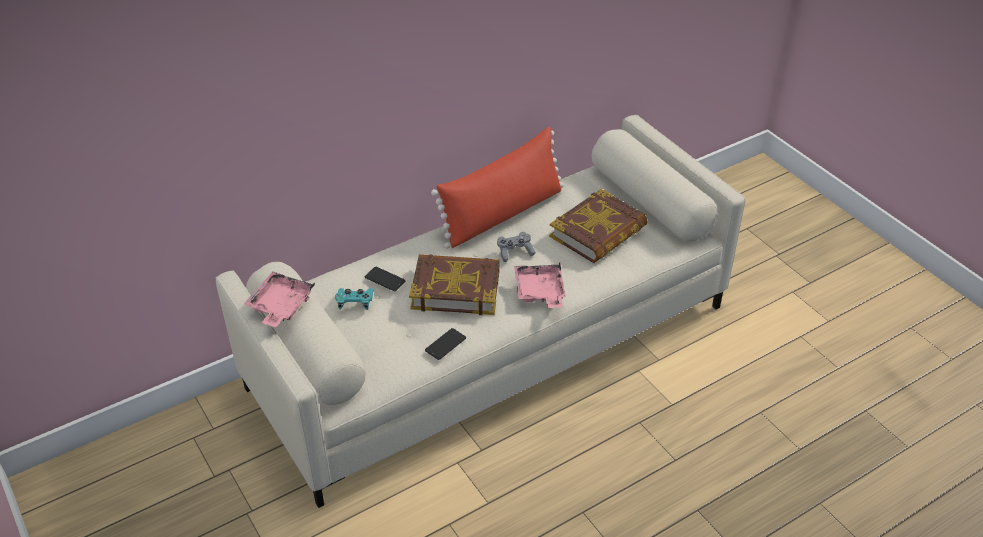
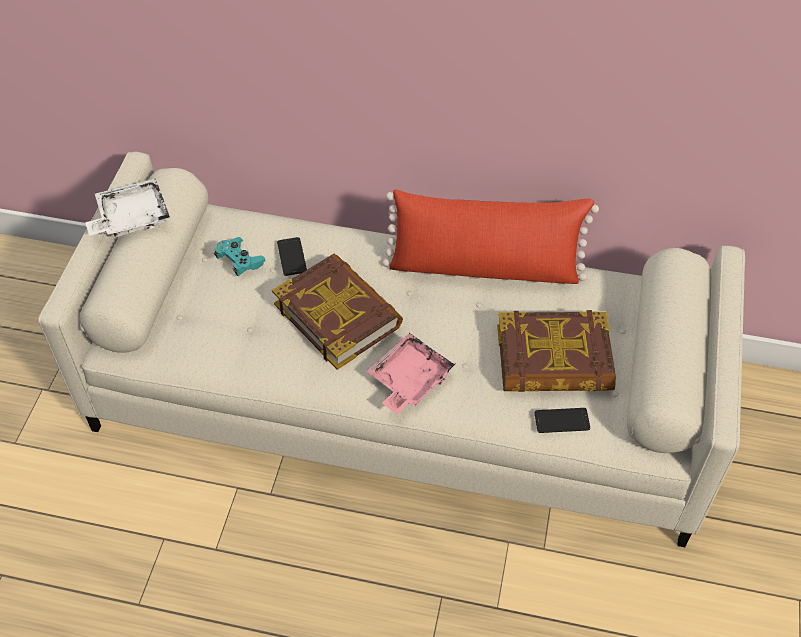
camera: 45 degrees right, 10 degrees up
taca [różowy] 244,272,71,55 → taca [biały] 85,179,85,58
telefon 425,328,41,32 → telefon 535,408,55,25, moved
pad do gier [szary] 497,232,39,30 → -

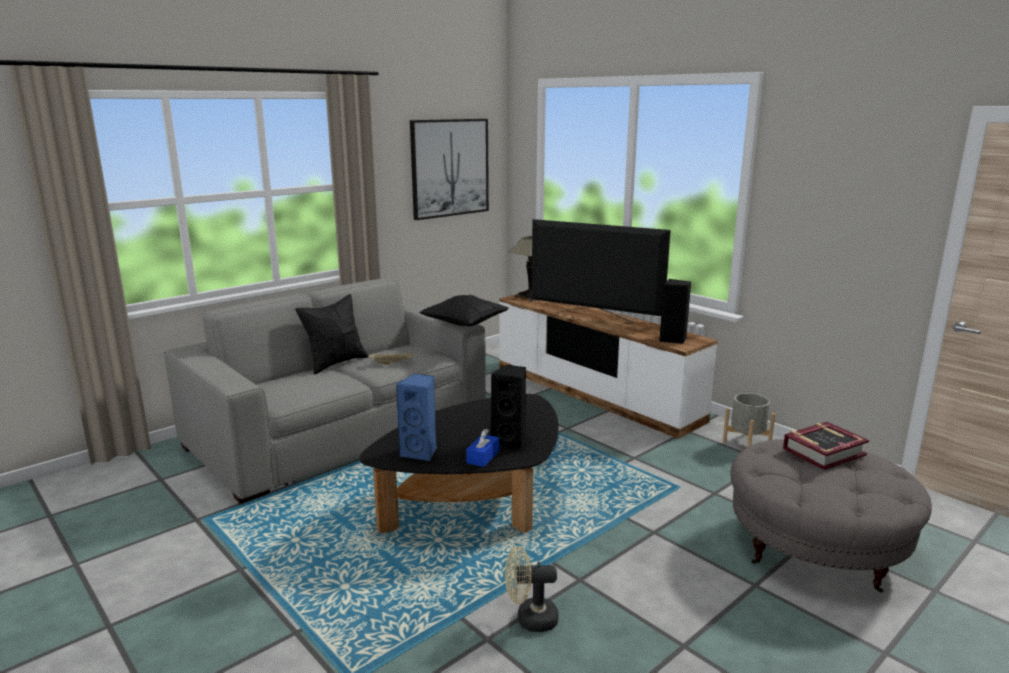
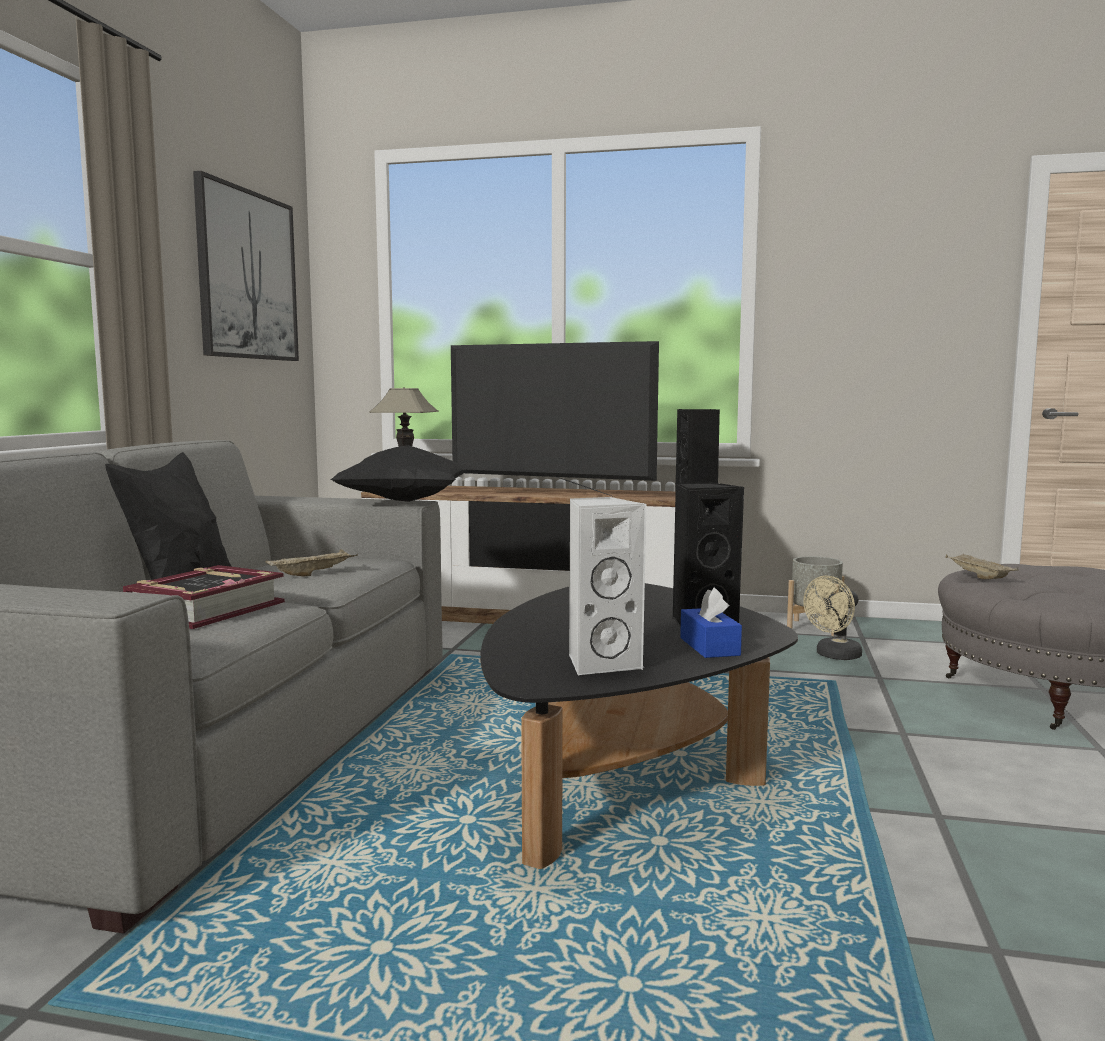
camera: 35 degrees left, 10 degrees down
głośnik [niebieski] 396,373,40,88 → głośnik [biały] 569,497,78,178
wentylator [beżowy] 505,546,54,86 → wentylator [beżowy] 803,575,59,85, moved
telewizor 531,219,140,105 → telewizor 451,341,208,156, 150 degrees counterclockwise
książka 783,422,86,48 → książka 123,565,162,64, moved
- → taca [beżowy] 945,553,74,26

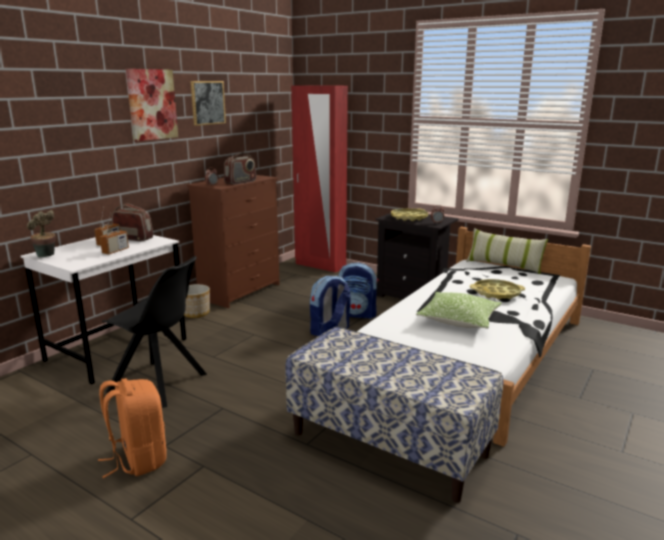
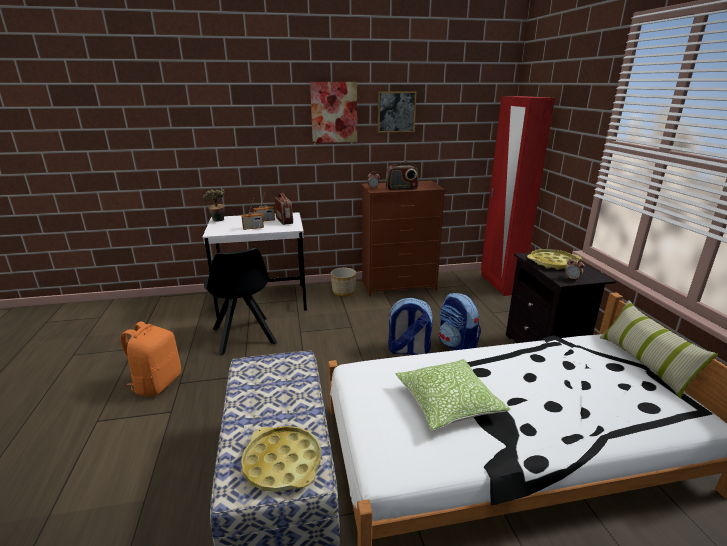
camera: 45 degrees right, 5 degrees up
taca [żółty] 470,279,55,21 → taca [żółty] 241,426,80,66, moved

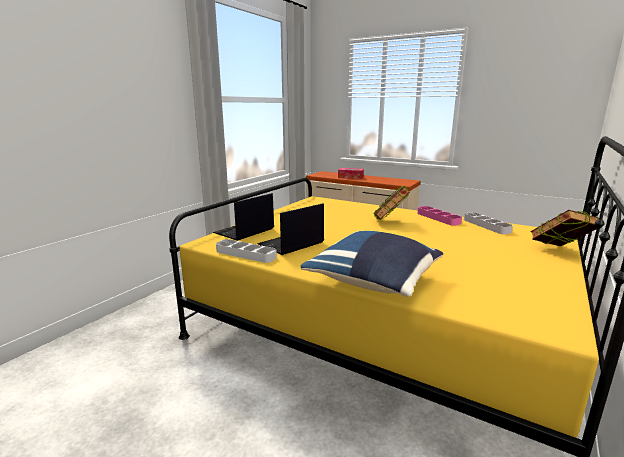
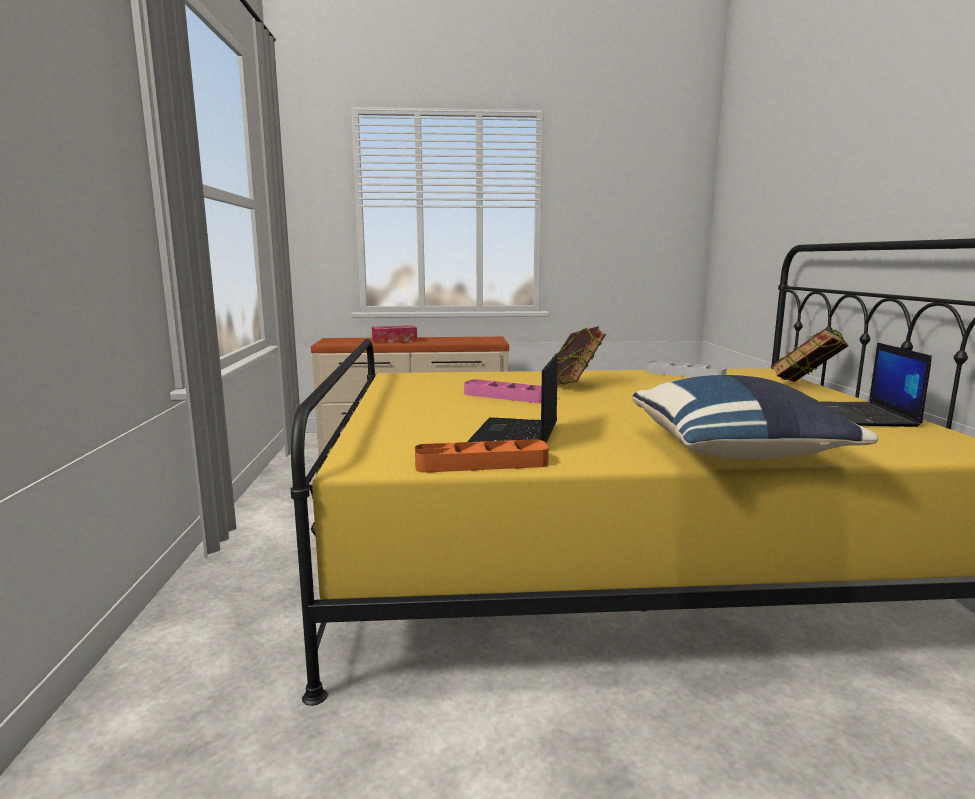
camera: 35 degrees left, 5 degrees down
laptop 213,193,61,48 → laptop 819,342,113,85, moved
taca [szary] 216,239,61,24 → taca [pomarańczowy] 415,439,134,34
taca [różowy] 417,206,45,20 → taca [różowy] 464,379,78,24, moved

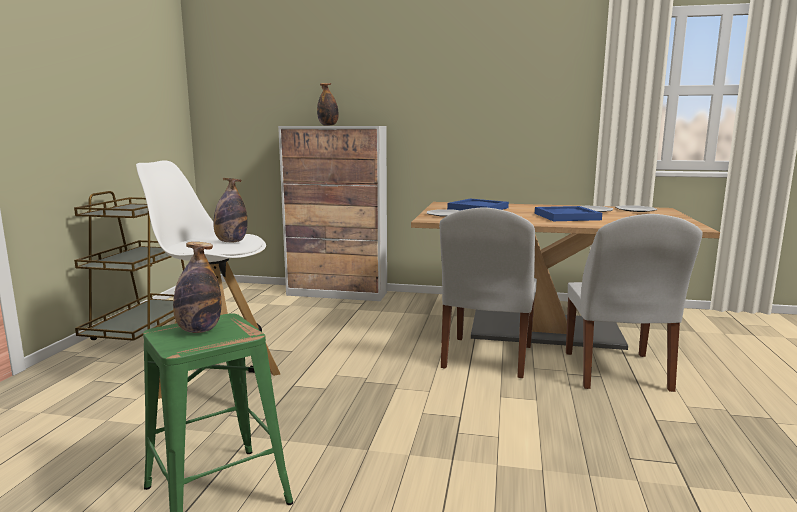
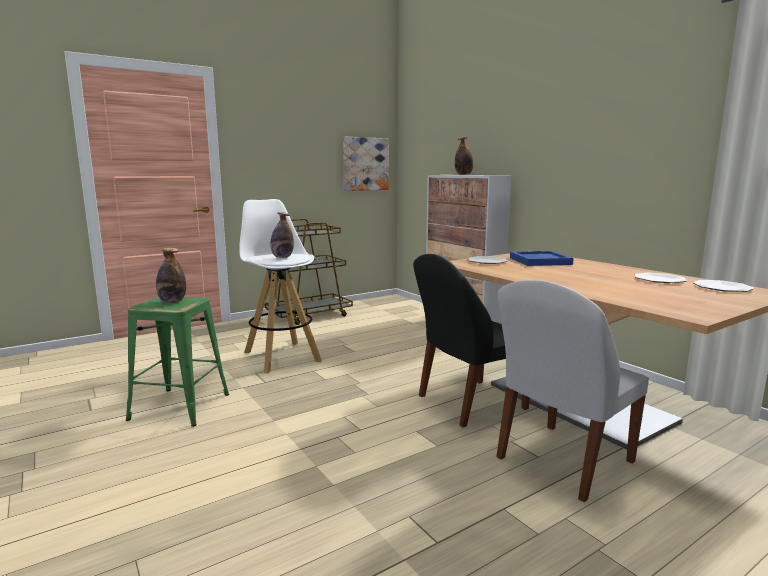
camera: 45 degrees right, 0 degrees up
krzesło [biały] 439,207,98,171 → krzesło [czarny] 413,254,117,173
taca [niebieski] 535,206,67,15 → -
- → obraz 343,137,46,54

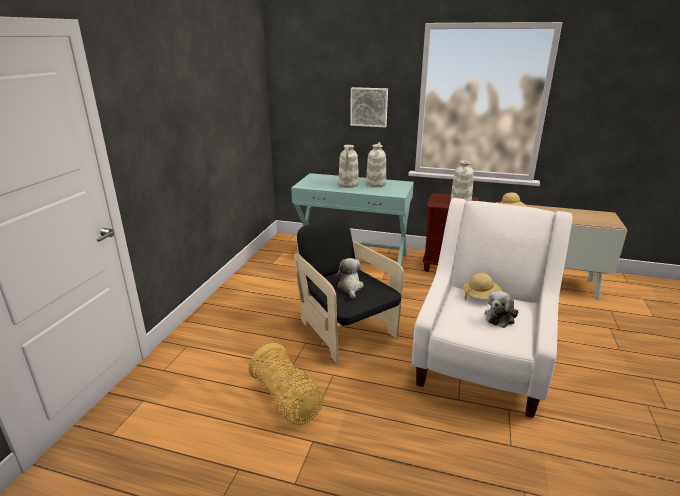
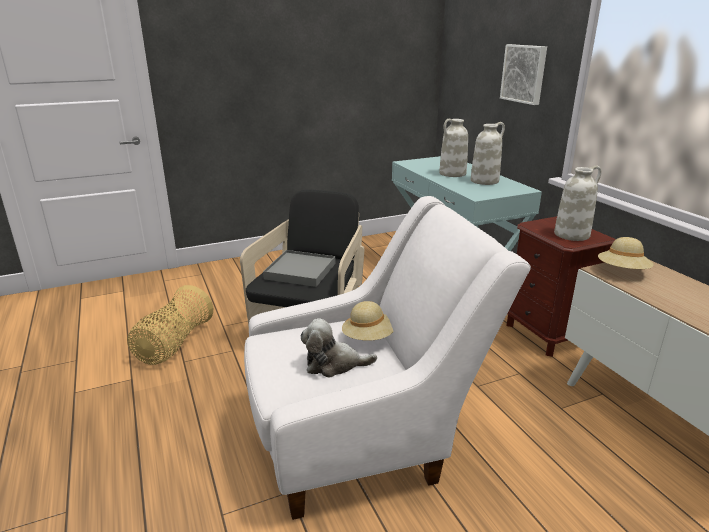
camera: 50 degrees right, 0 degrees up
pluszak 336,258,28,40 → taca [szary] 263,250,72,37

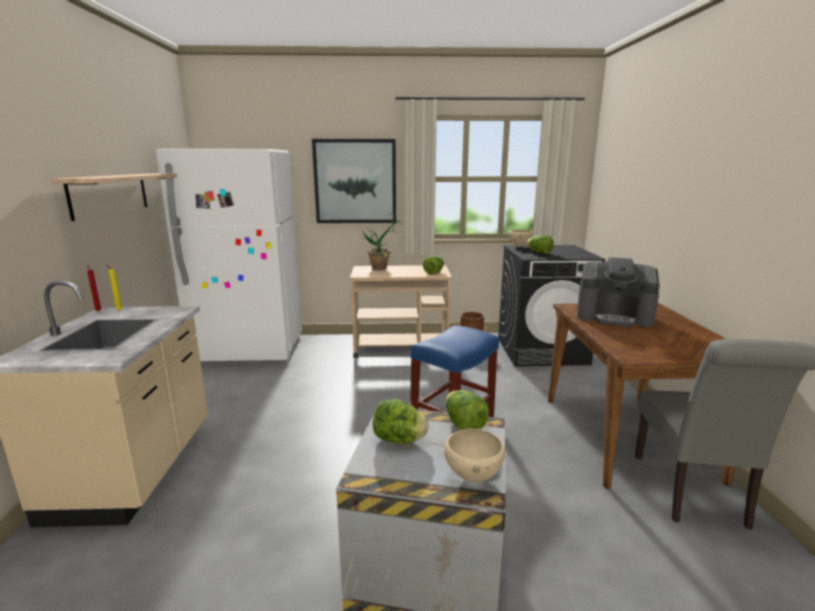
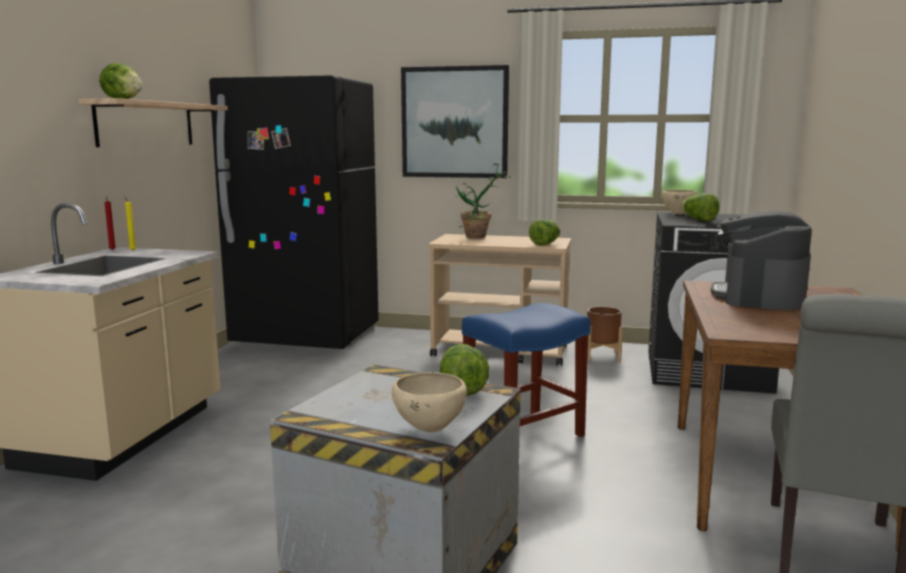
camera: 15 degrees right, 5 degrees down
lodówka [biały] 156,149,146,212 → lodówka [czarny] 209,75,170,274
sałata 373,399,56,45 → sałata 99,63,44,36, moved
ekspres do kawy 577,257,83,70 → ekspres do kawy 711,211,101,99, 75 degrees clockwise

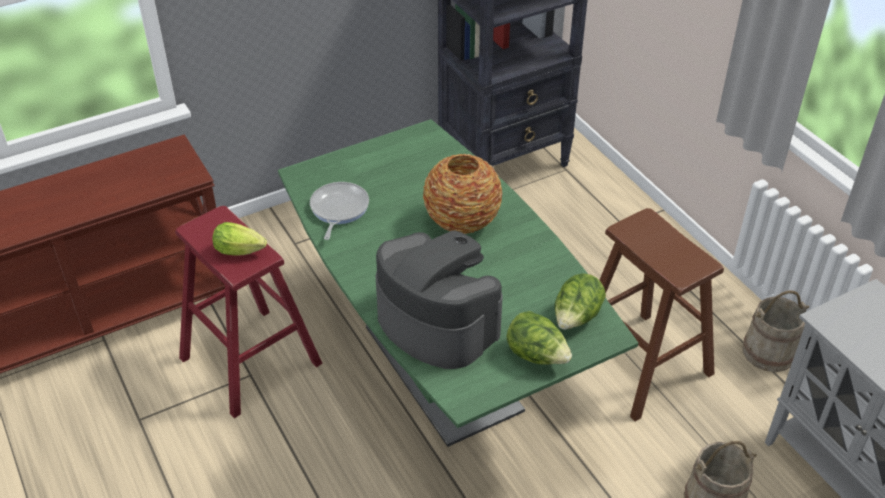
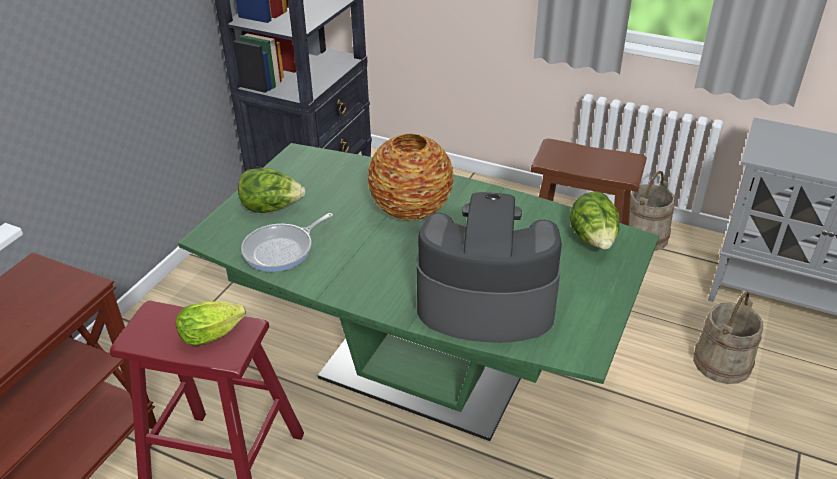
camera: 35 degrees left, 5 degrees down
patelnia 310,182,59,58 → patelnia 241,213,92,59, 105 degrees counterclockwise
sałata 506,311,66,54 → sałata 238,168,68,45, moved

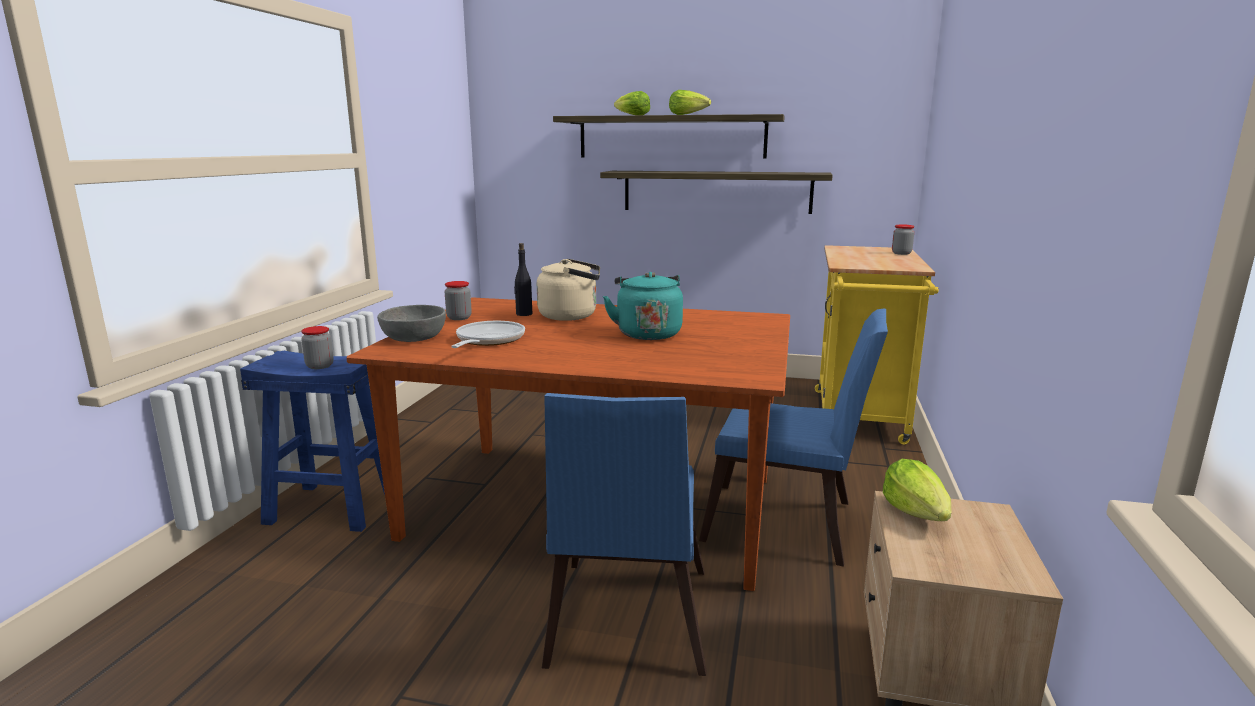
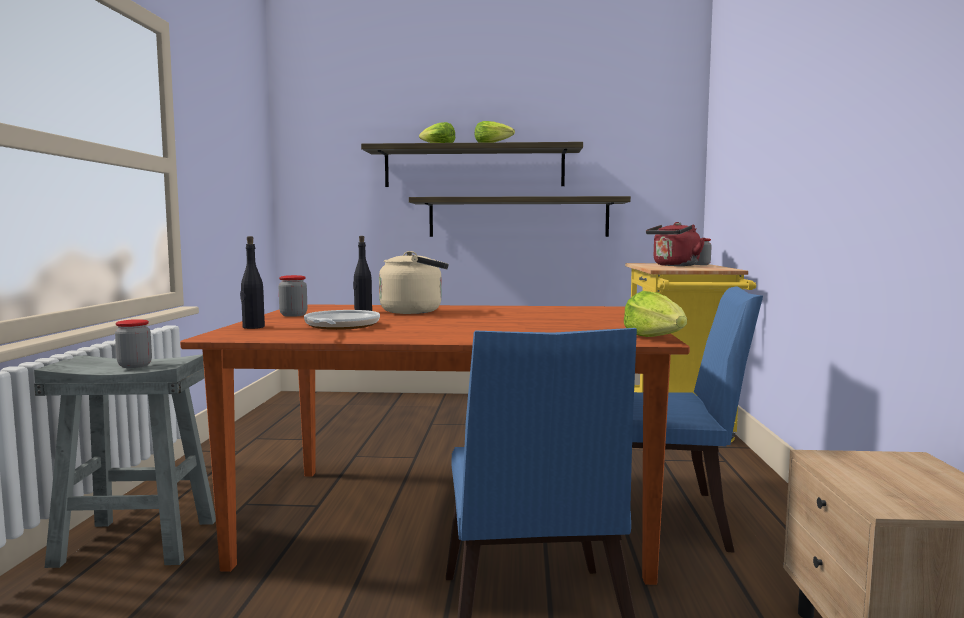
camera: 10 degrees left, 10 degrees down
stołek [niebieski] 240,351,145,181 → stołek [szary] 34,354,182,214
miska [szary] 377,305,69,37 → butelka [czarny] 240,236,25,93
czajnik [turkusowy] 603,272,80,68 → -
sałata 883,459,69,62 → sałata 624,291,63,46, moved
- → czajnik [czerwony] 646,222,59,44

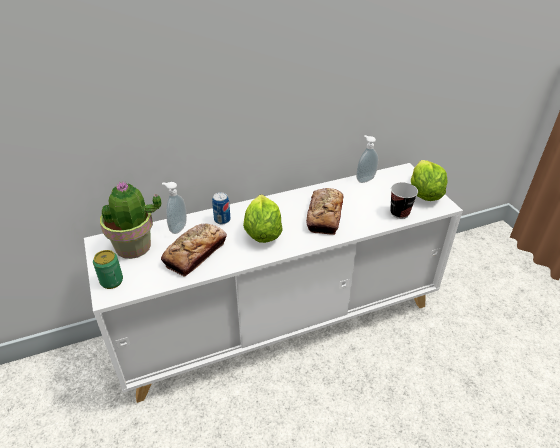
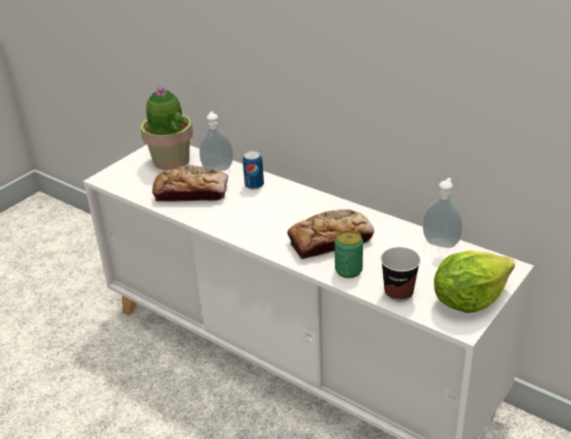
camera: 60 degrees right, 5 degrees down
puszka 93,250,30,39 → puszka 335,230,28,48, moved
sałata 243,195,40,48 → -

